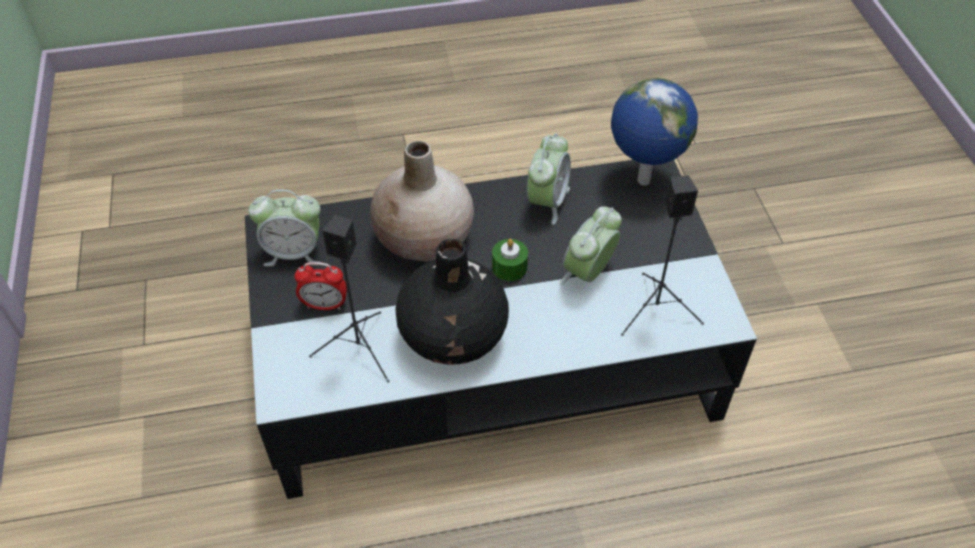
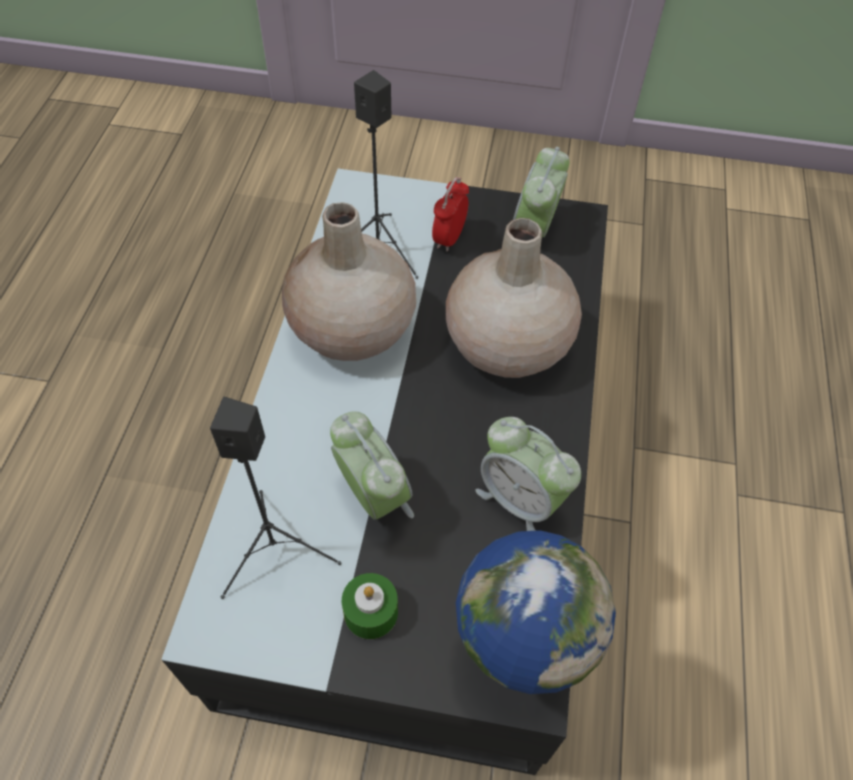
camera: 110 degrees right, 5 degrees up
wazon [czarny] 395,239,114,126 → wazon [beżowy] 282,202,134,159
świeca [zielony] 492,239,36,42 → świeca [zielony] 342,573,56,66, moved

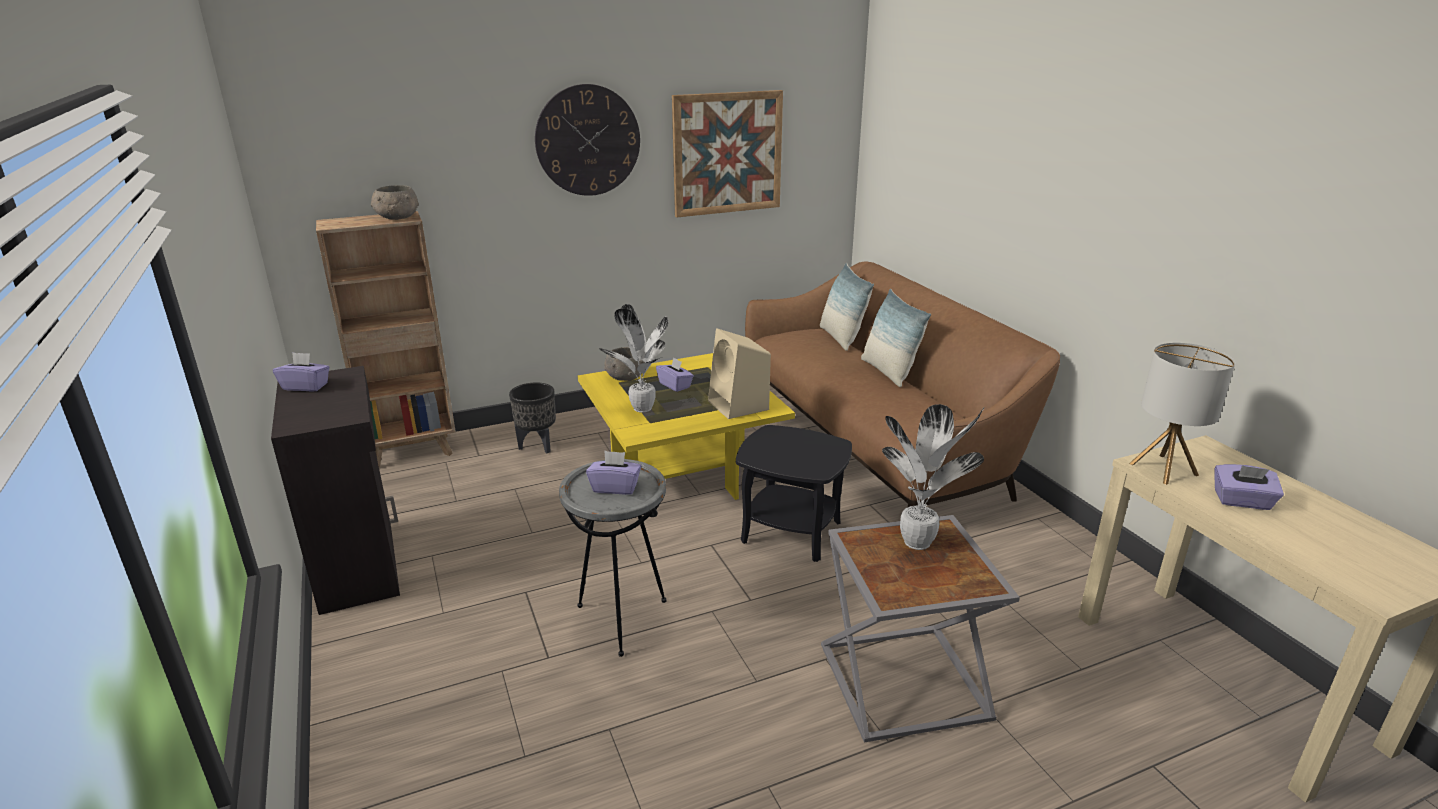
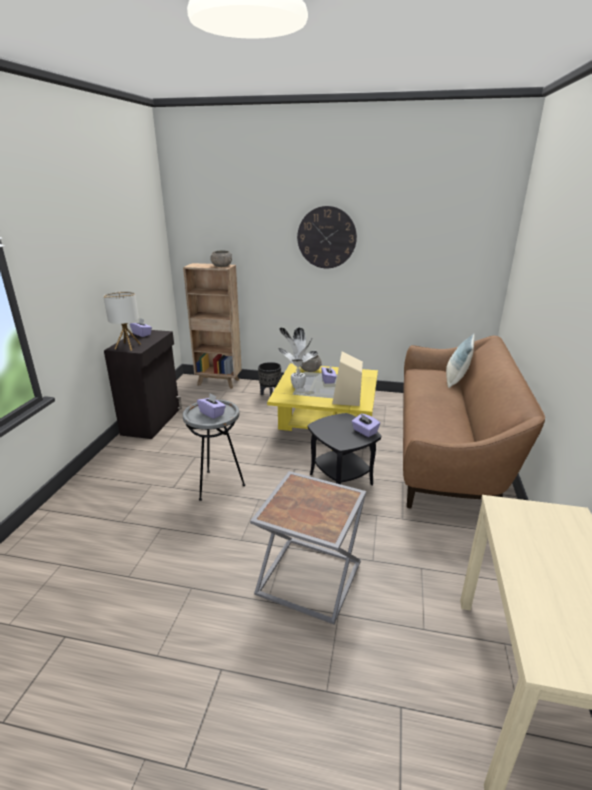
camera: 35 degrees right, 0 degrees up
obraz 672,90,111,127 → -
poduszka 861,289,70,98 → -
roślina doniczkowa 882,404,102,146 → -
lampa stołowa 1129,343,106,142 → lampa stołowa 103,291,38,60, moved
pudełko chusteczek [fioletowy] 1215,464,69,46 → pudełko chusteczek [fioletowy] 352,414,28,23, moved

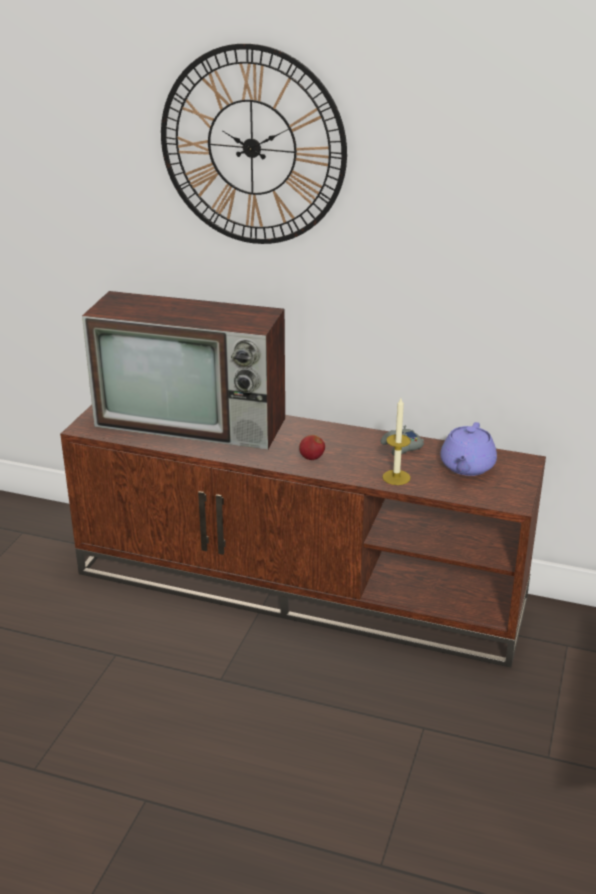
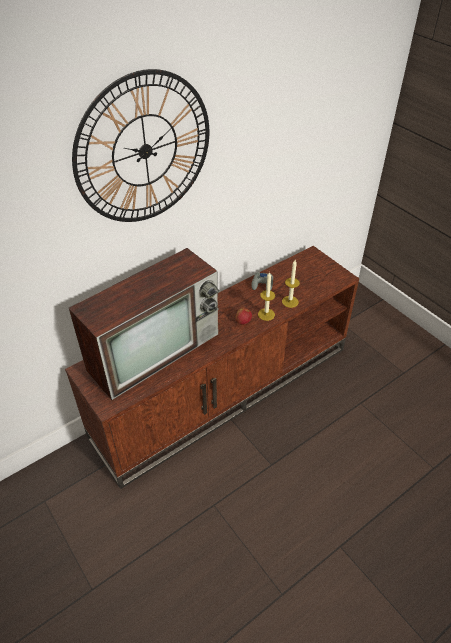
camera: 55 degrees left, 15 degrees up
imbryk [fioletowy] 440,422,57,54 → -
- → świeca 258,272,17,49

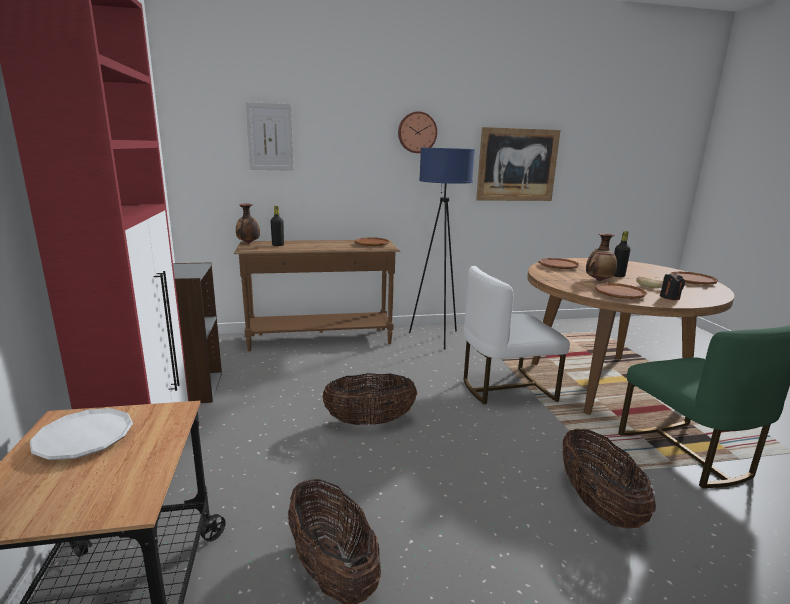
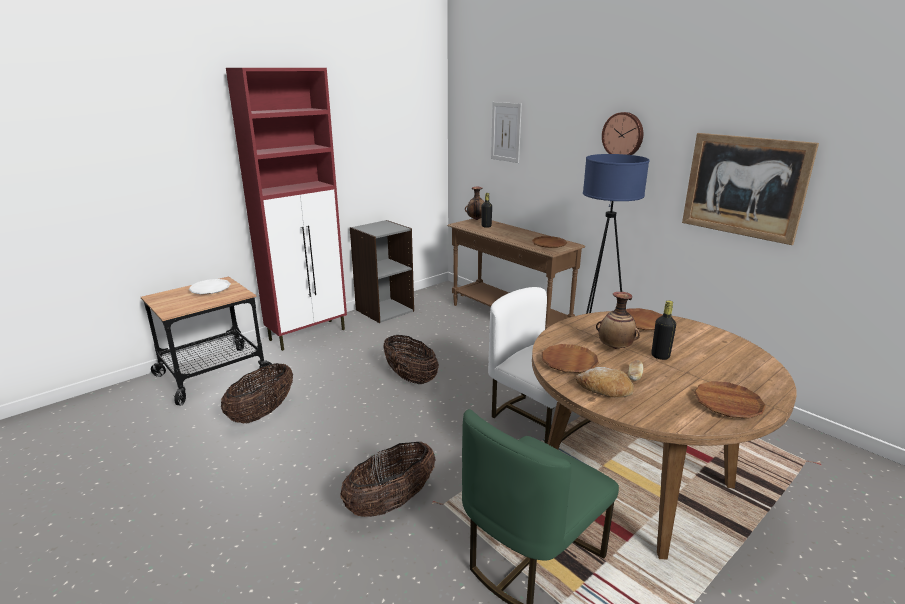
camera: 60 degrees right, 5 degrees up
świeca [czarny] 660,273,25,27 → chleb 576,367,58,30

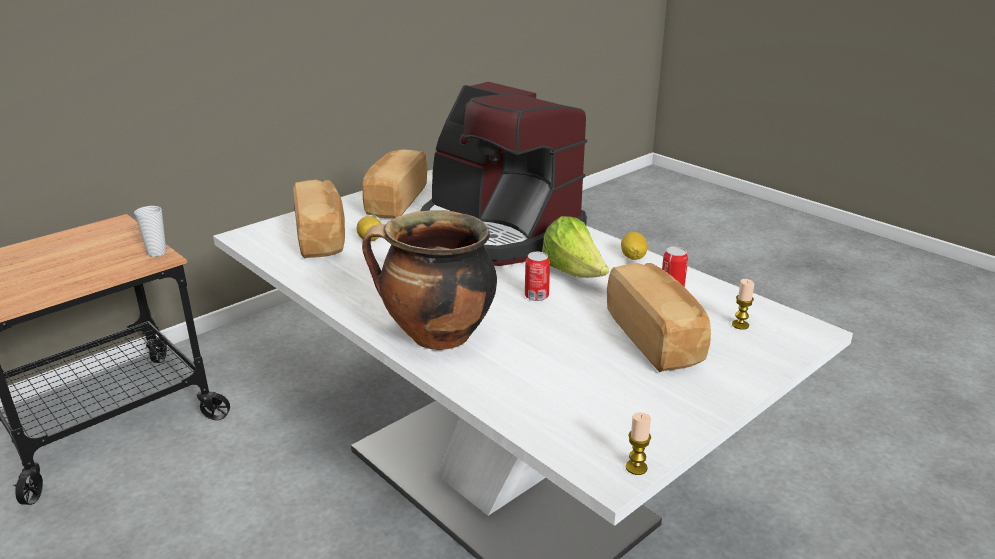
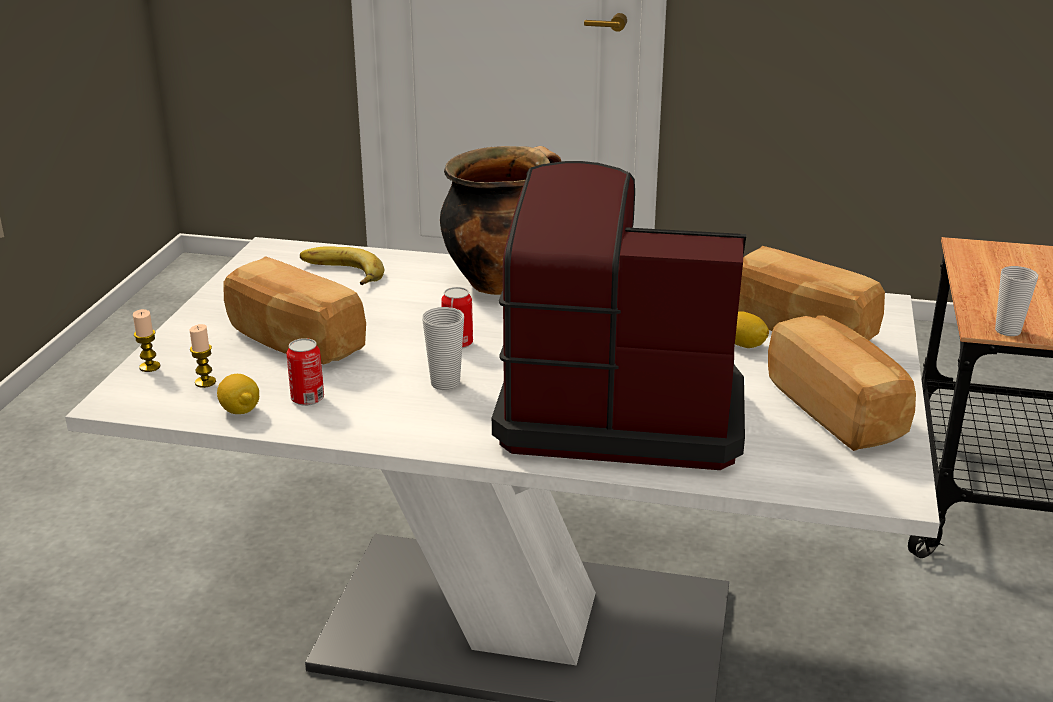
camera: 145 degrees right, 0 degrees up
sałata 542,216,67,62 → filiżanka 422,307,42,83
cytryna 621,232,26,28 → cytryna 217,374,42,40, moved
świeca 626,412,25,63 → świeca 133,309,27,63, moved
- → banan 300,247,84,38

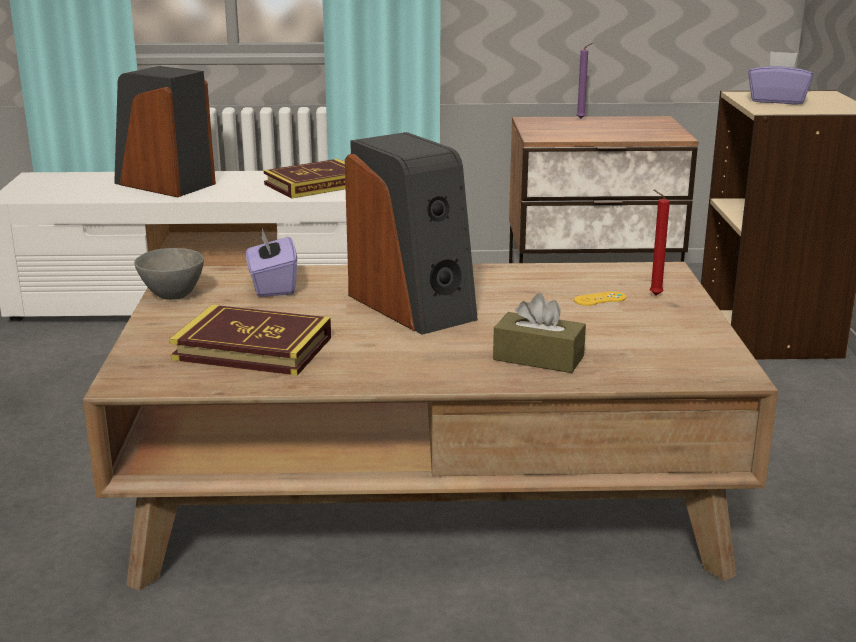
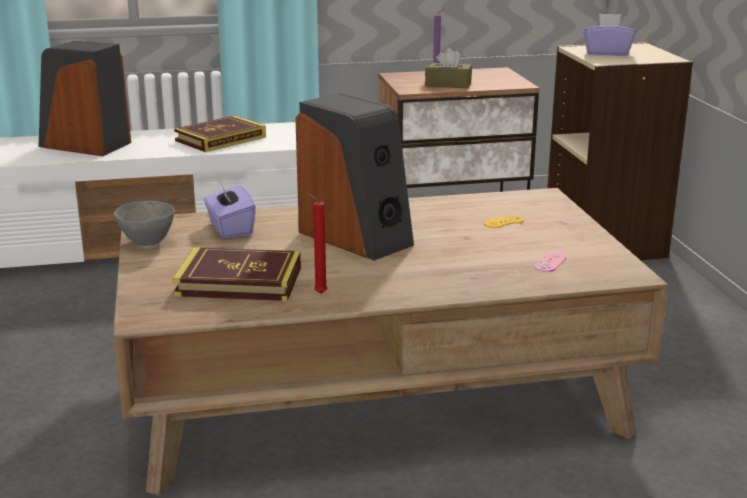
camera: 10 degrees left, 0 degrees up
pudełko chusteczek [brązowy] 493,293,93,80 → pudełko chusteczek [brązowy] 425,48,47,40, moved
świeca [czerwony] 650,190,20,105 → świeca [czerwony] 307,194,20,99, moved
- → pad do gier [różowy] 534,252,32,20

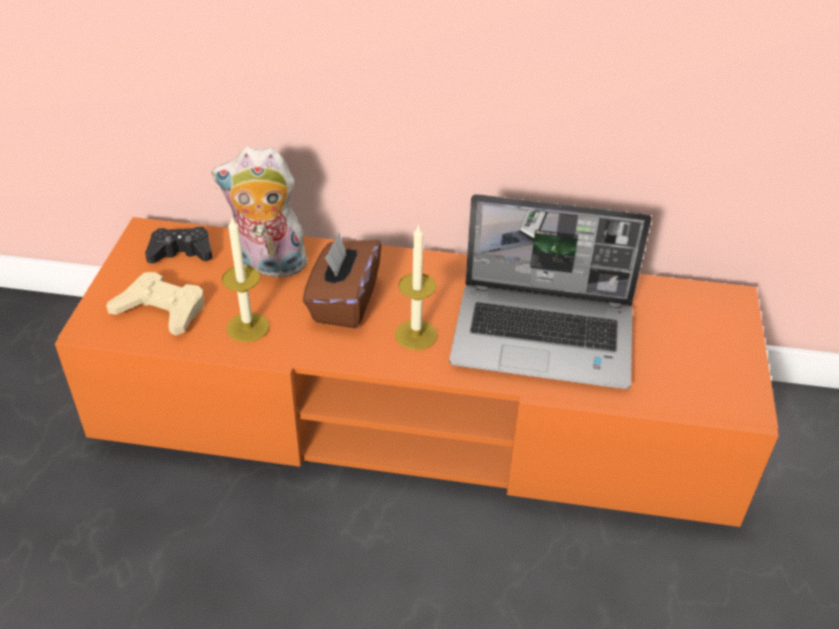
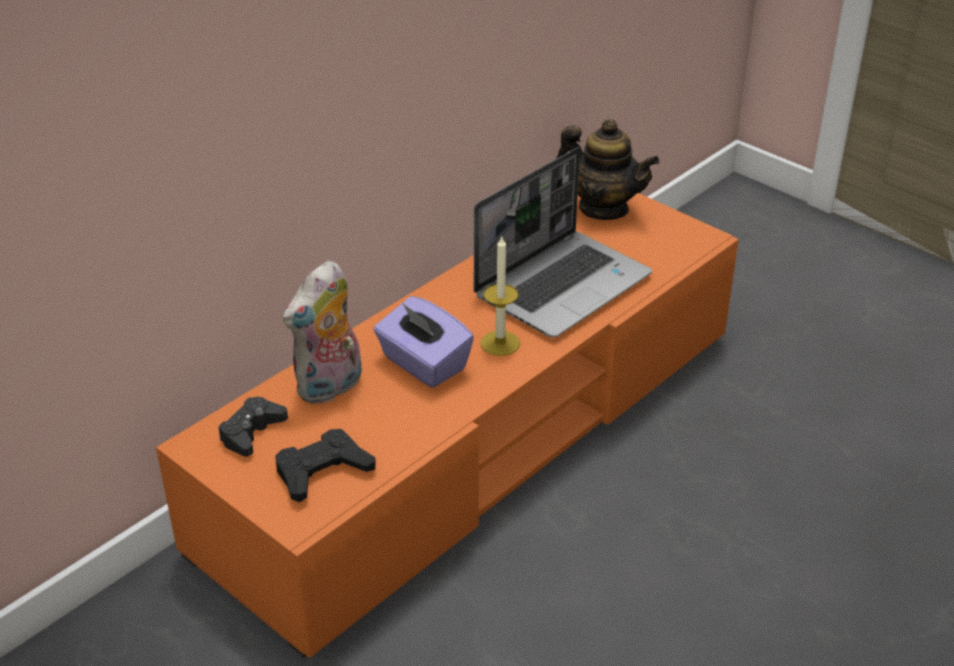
camera: 55 degrees left, 5 degrees down
pad do gier [beżowy] 106,272,98,64 → pad do gier [czarny] 275,429,101,73
świeca 222,218,47,124 → -
pudełko chusteczek [brązowy] 303,233,79,95 → pudełko chusteczek [fioletowy] 374,296,100,92
- → imbryk 556,119,104,101

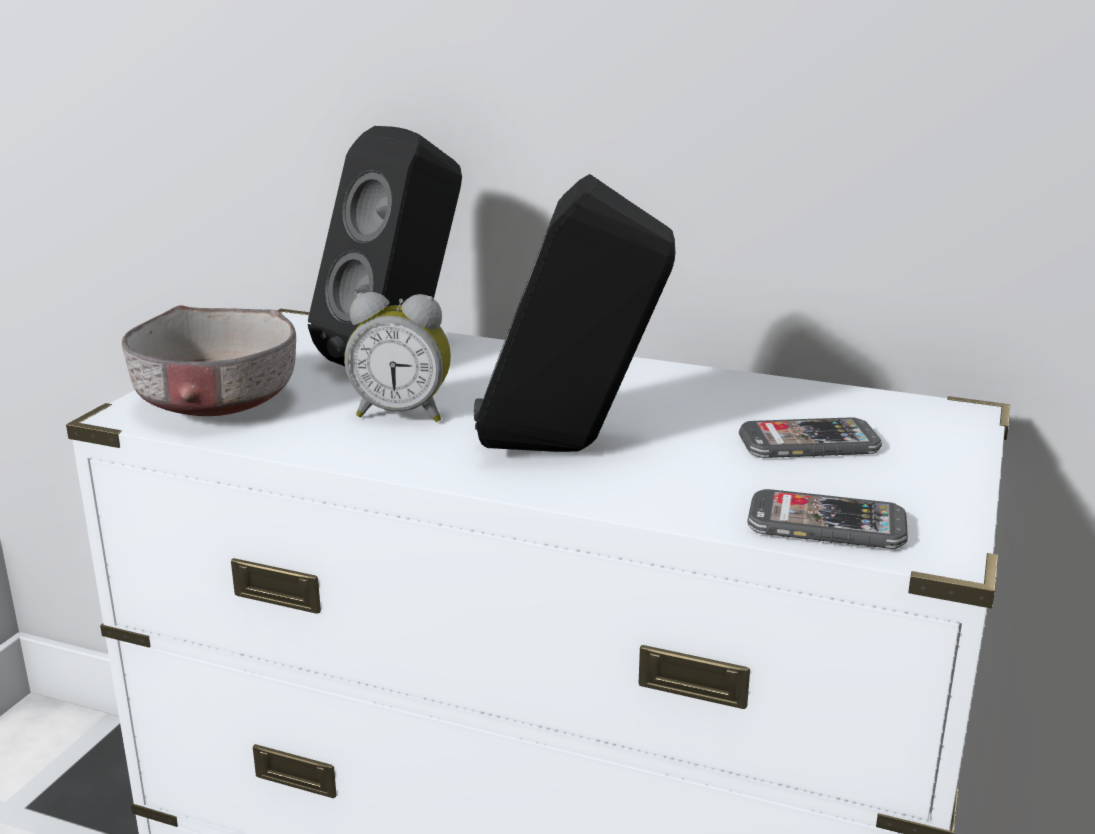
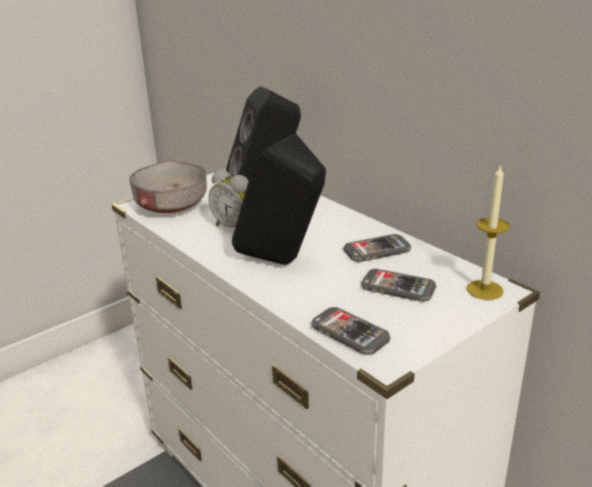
camera: 30 degrees right, 5 degrees up
- → telefon 343,234,68,28
- → świeca 466,165,44,135

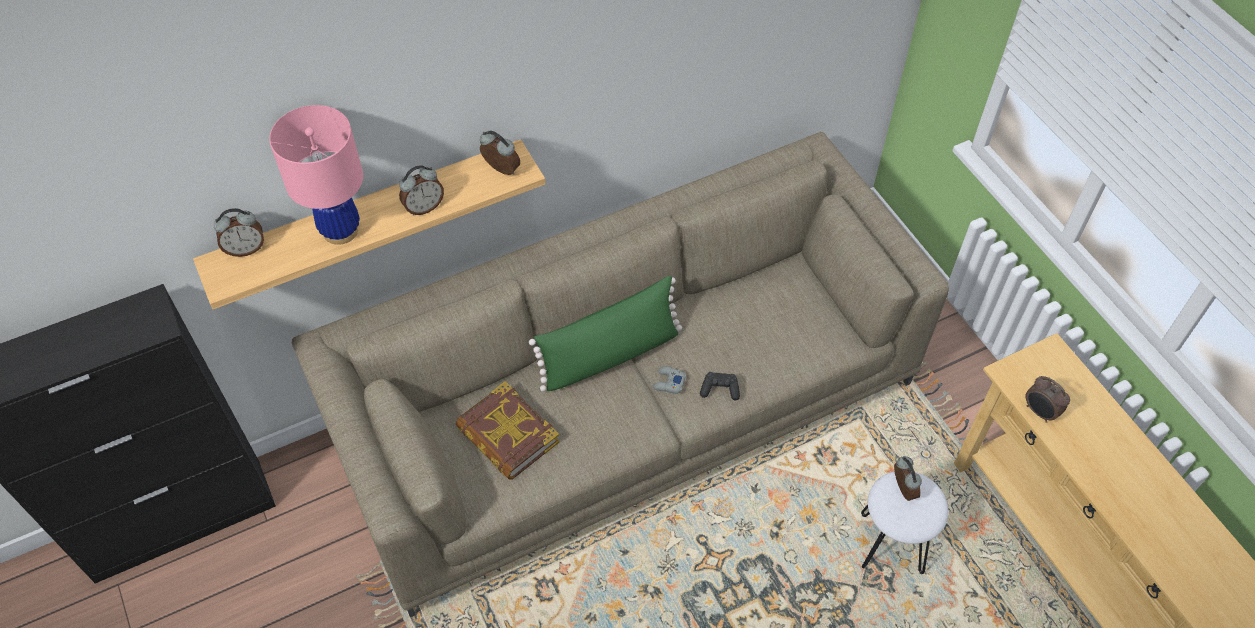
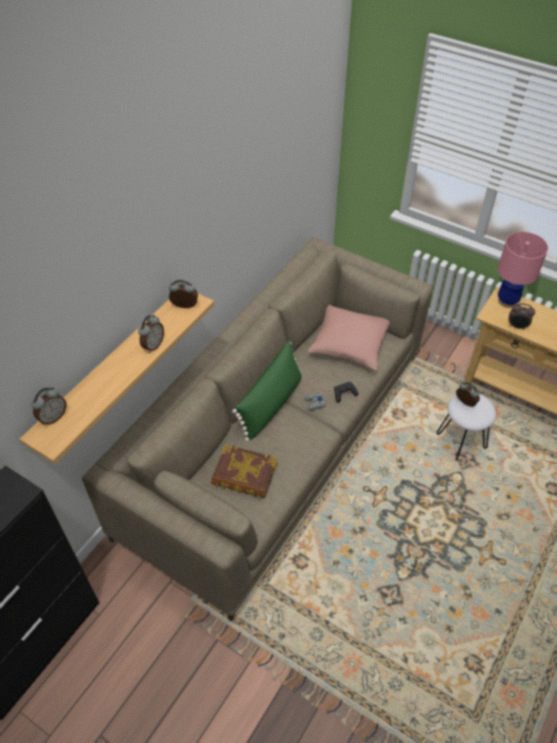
camera: 30 degrees left, 5 degrees down
lampa stołowa [różowy] 269,105,94,140 → lampa stołowa [różowy] 498,232,50,76, moved
- → poduszka [różowy] 308,305,82,66

